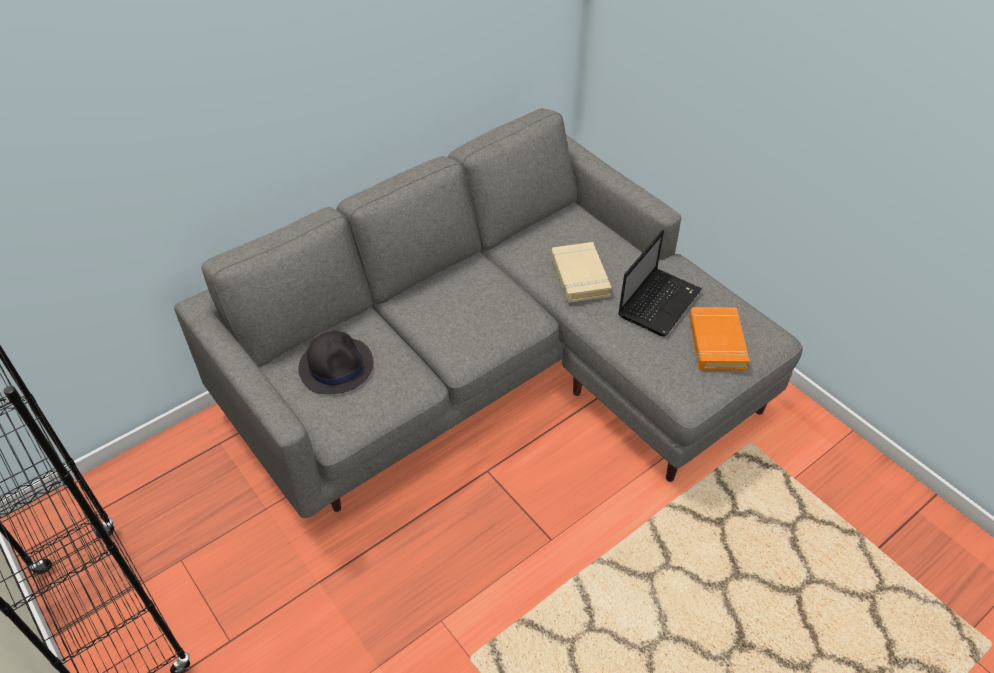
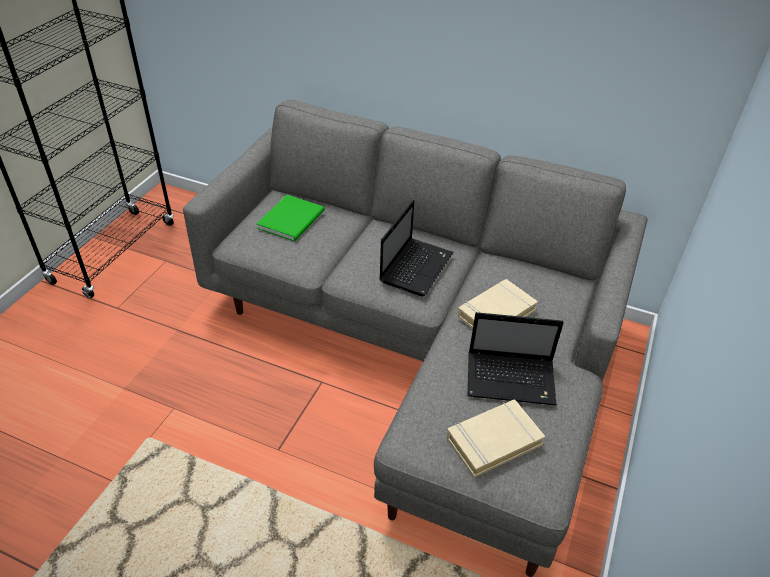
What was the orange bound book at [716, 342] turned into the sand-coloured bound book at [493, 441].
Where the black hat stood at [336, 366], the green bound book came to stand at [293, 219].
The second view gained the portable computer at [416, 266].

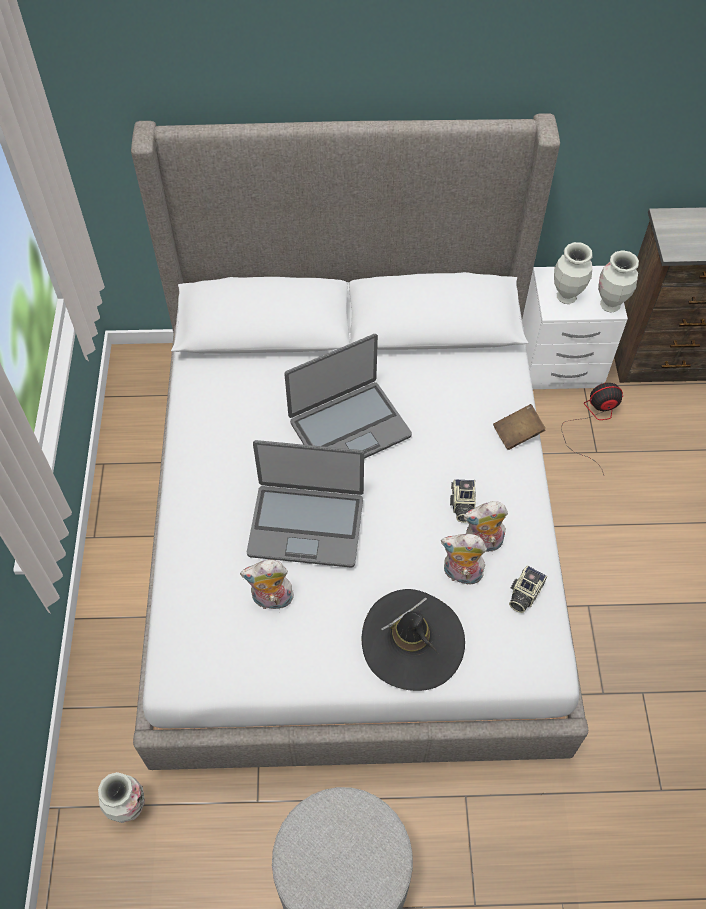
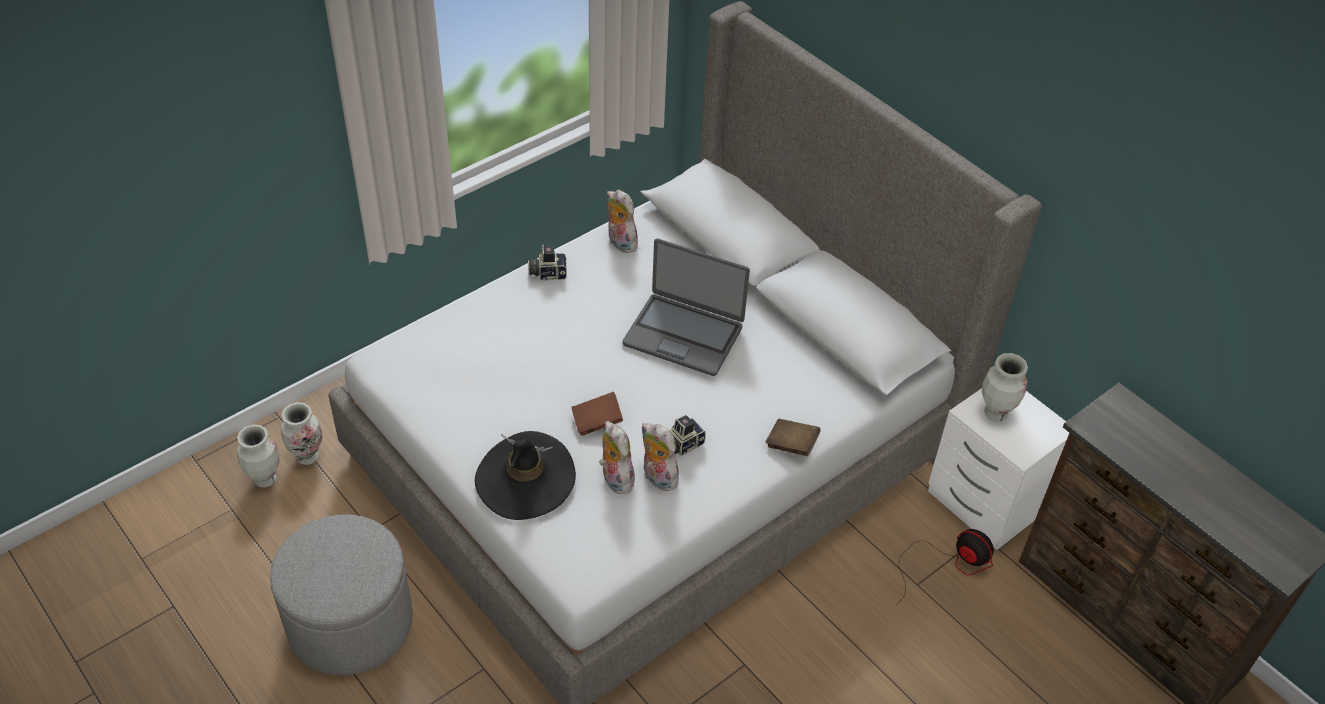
The decorative vase ended up elsewhere, having gone from [610, 305] to [265, 479].
The second view lost the portable computer at [306, 524].
The cuddly toy ended up elsewhere, having gone from [271, 600] to [619, 243].
The photo camera ended up elsewhere, having gone from [524, 594] to [547, 273].
The second view gained the brownish bound book at [597, 422].

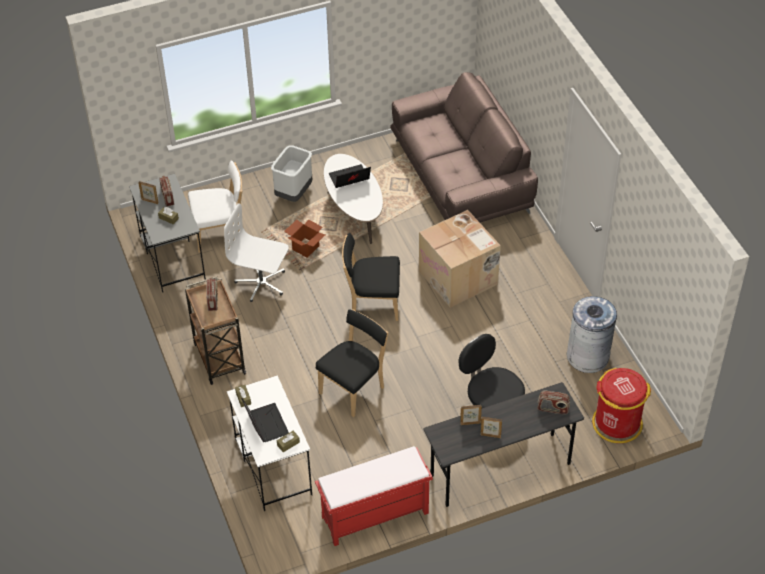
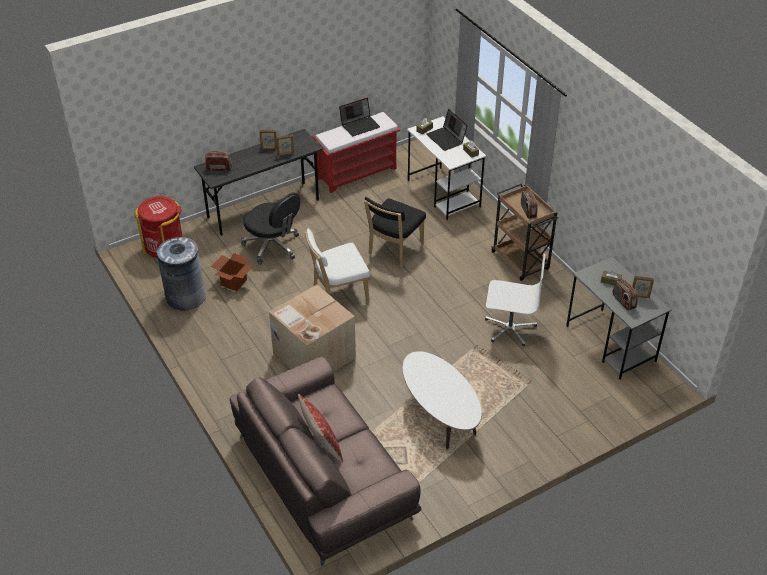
The second view lost the greyish rubbish bin at [293, 193].
The white chair ended up elsewhere, having gone from [220, 234] to [338, 294].
The portable computer ended up elsewhere, having gone from [349, 179] to [360, 125].
The packing box ended up elsewhere, having gone from [306, 248] to [233, 282].
The second view lost the black chair at [372, 304].
The second view gained the pillow at [322, 445].

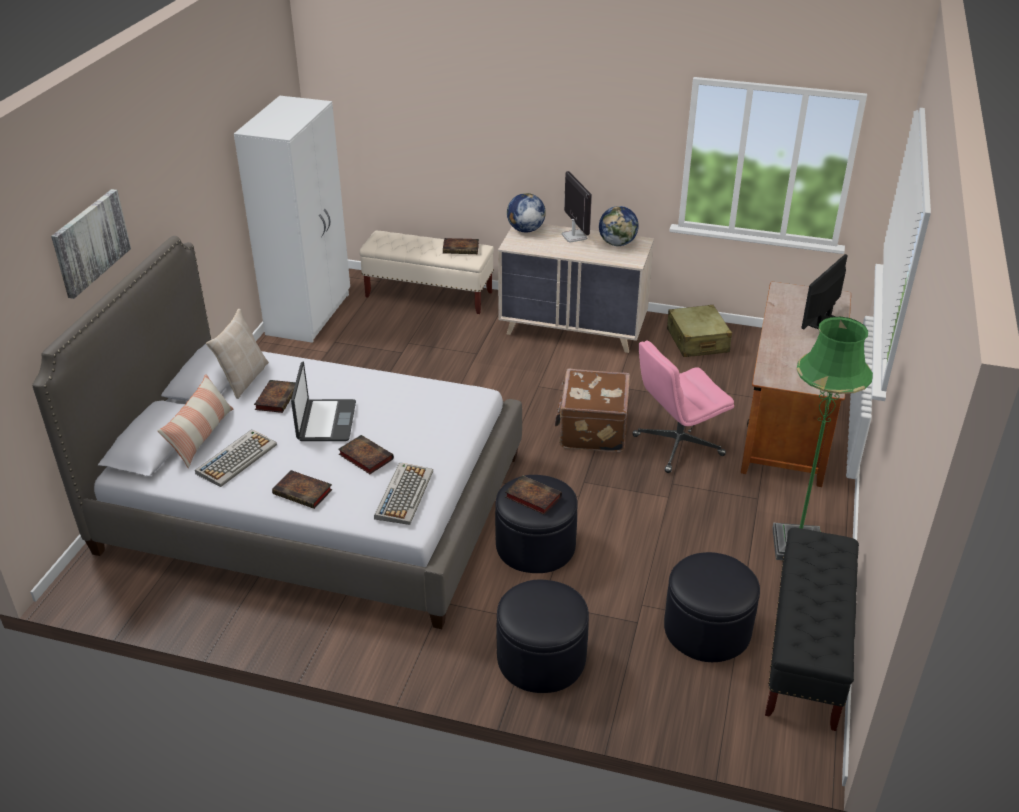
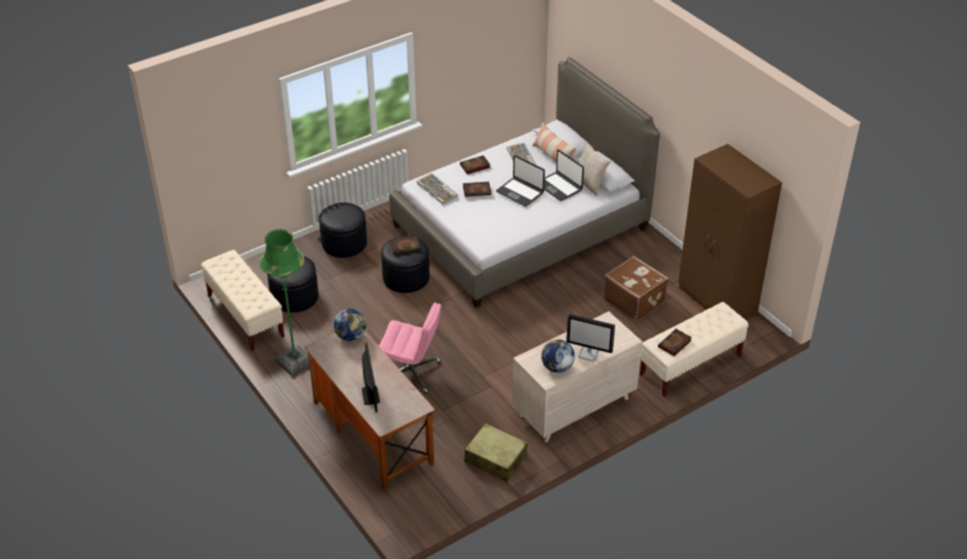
What was the white armoire at [310, 314] turned into the brownish armoire at [717, 301].
The second view lost the wall picture at [90, 242].
The globe ended up elsewhere, having gone from [525, 230] to [351, 336].
The pink computer chair at [677, 446] ended up facing another way, 90 degrees clockwise from before.
The brownish travel case ended up elsewhere, having gone from [591, 430] to [634, 300].
Where the bound book stood at [276, 398], the portable computer came to stand at [559, 187].
What was the black indoor bench at [805, 653] turned into the sand-coloured indoor bench at [245, 316].

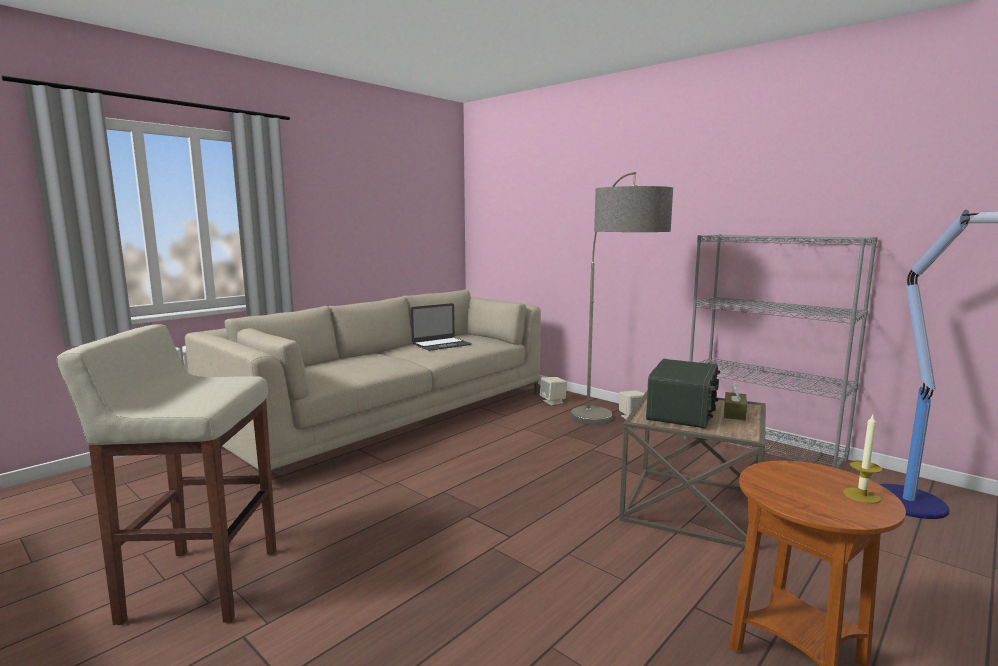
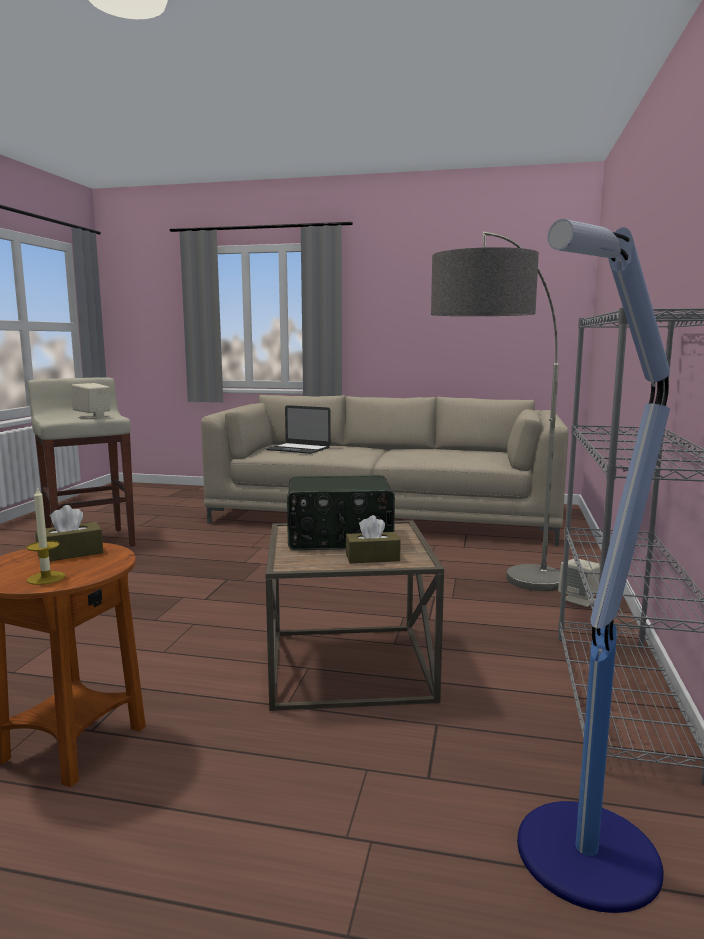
The portable computer ended up elsewhere, having gone from [441, 344] to [298, 449].
The sand-coloured audio speaker ended up elsewhere, having gone from [553, 402] to [92, 417].
The second view gained the brownish tissue holder at [70, 553].

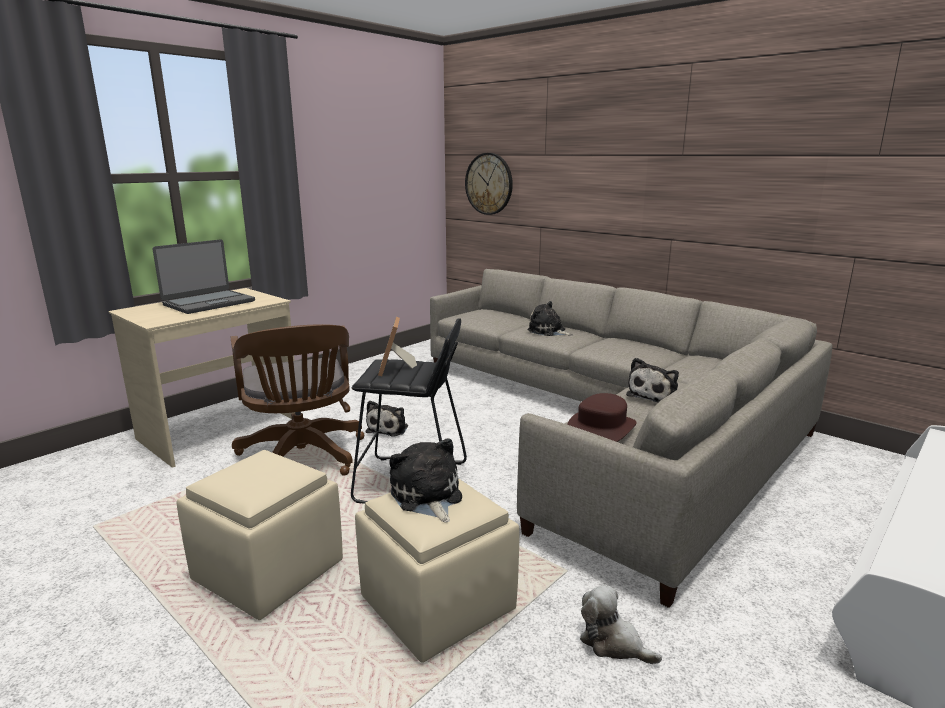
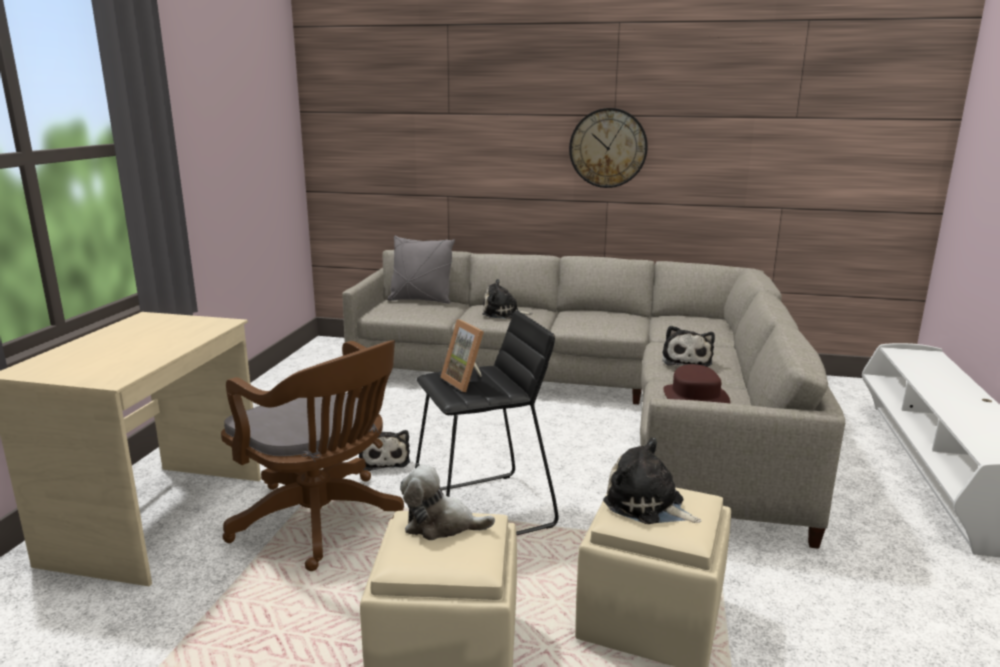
The hanging clock ended up elsewhere, having gone from [489, 184] to [608, 148].
The second view lost the portable computer at [208, 303].
The cuddly toy ended up elsewhere, having gone from [613, 643] to [441, 525].
The second view gained the greyish pillow at [421, 300].

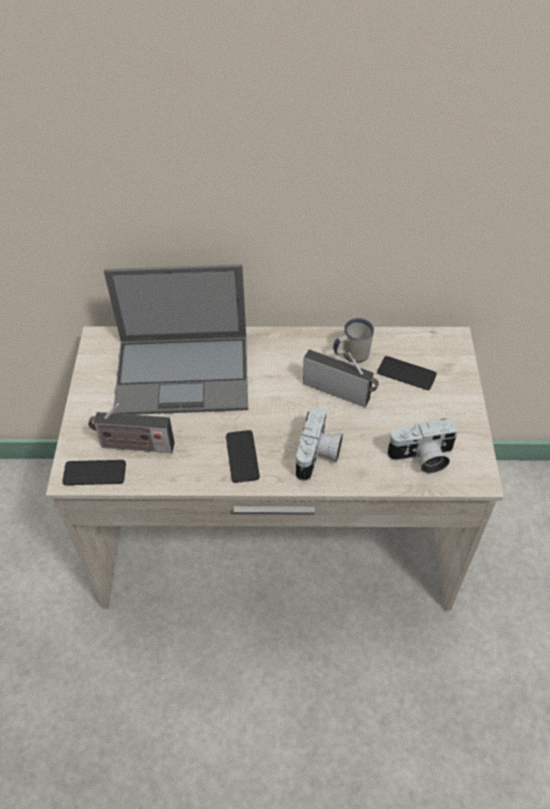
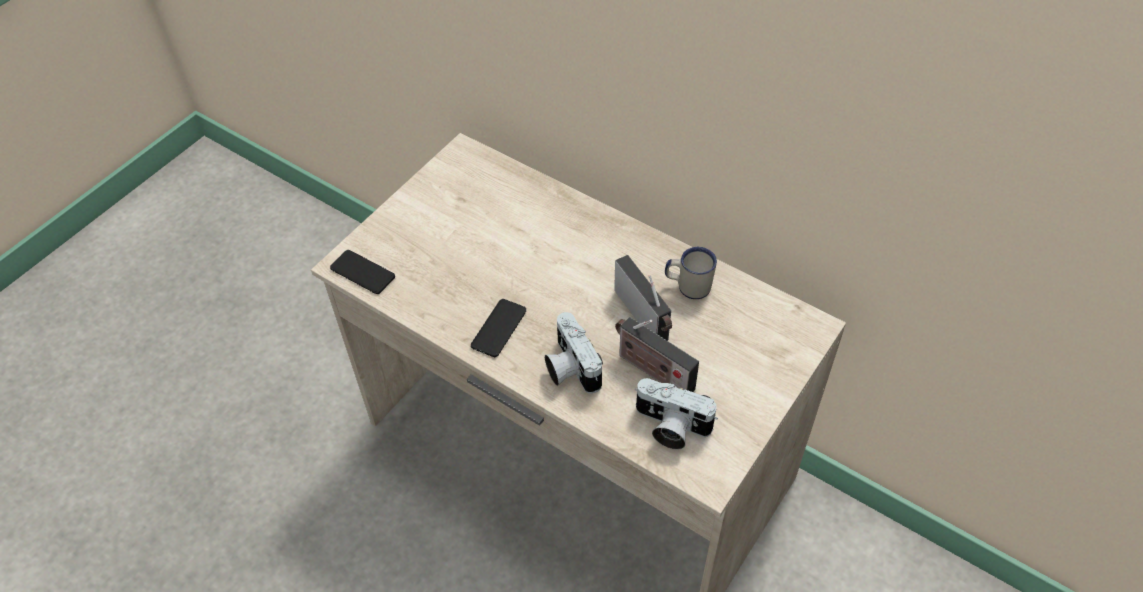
The second view lost the portable computer at [184, 374].
The second view lost the handset at [406, 373].
The radio set ended up elsewhere, having gone from [134, 446] to [652, 370].
The photo camera at [318, 456] ended up facing another way, 105 degrees clockwise from before.

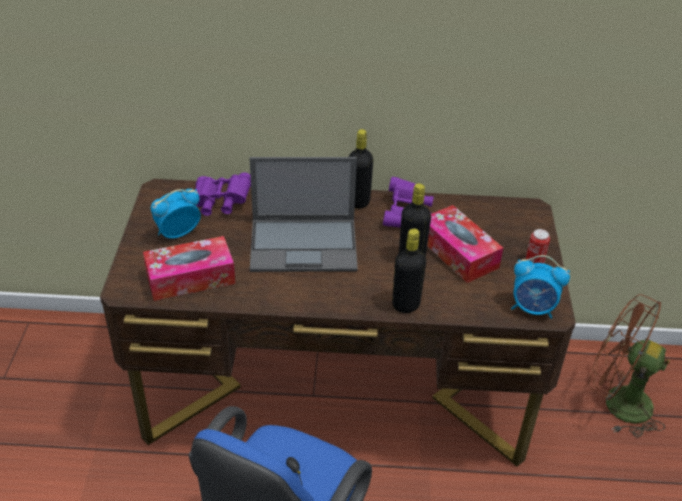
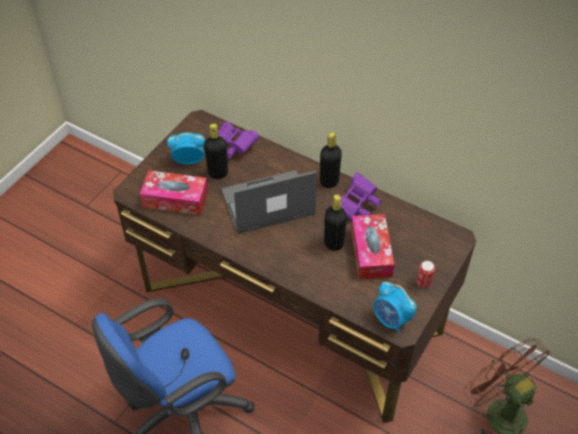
The portable computer at [305, 245] ended up facing another way, 135 degrees clockwise from before.
The black drink bottle ended up elsewhere, having gone from [406, 304] to [218, 173].

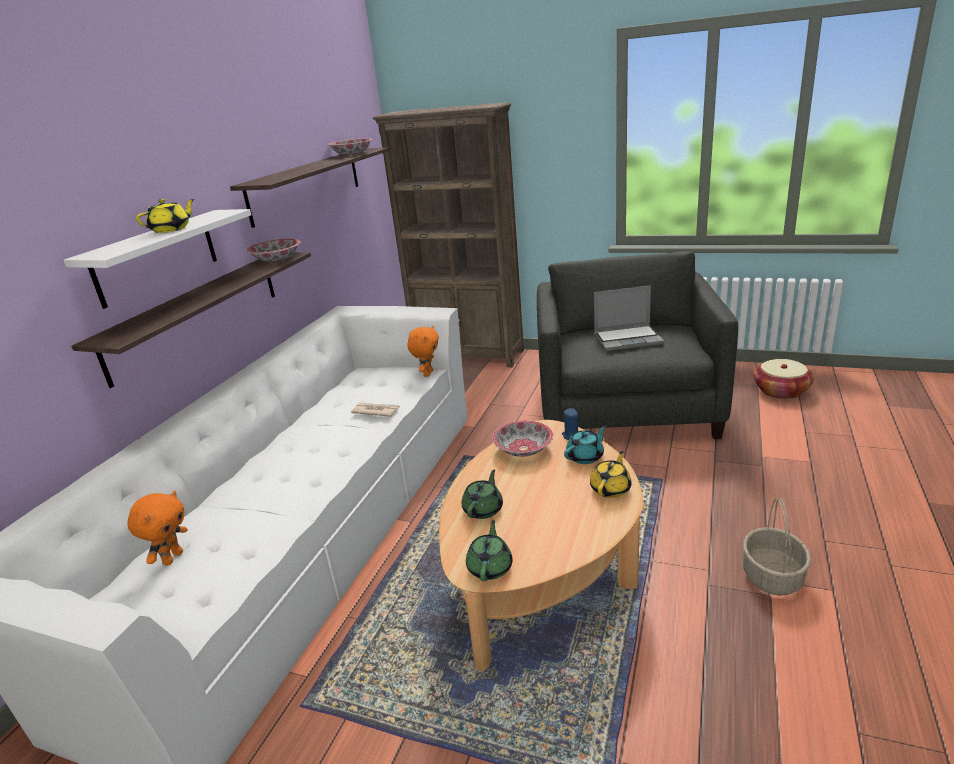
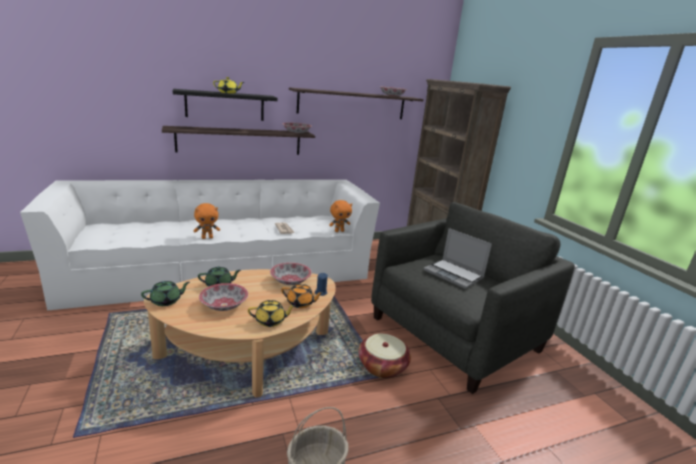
What was the white wall shelf at [156, 257] turned into the black wall shelf at [225, 105].
The household basket ended up elsewhere, having gone from [781, 391] to [382, 366].
What was the turquoise teapot at [585, 456] turned into the orange teapot at [301, 303].
The orange cuddly toy ended up elsewhere, having gone from [172, 558] to [207, 237].
The second view gained the serving bowl at [223, 305].

